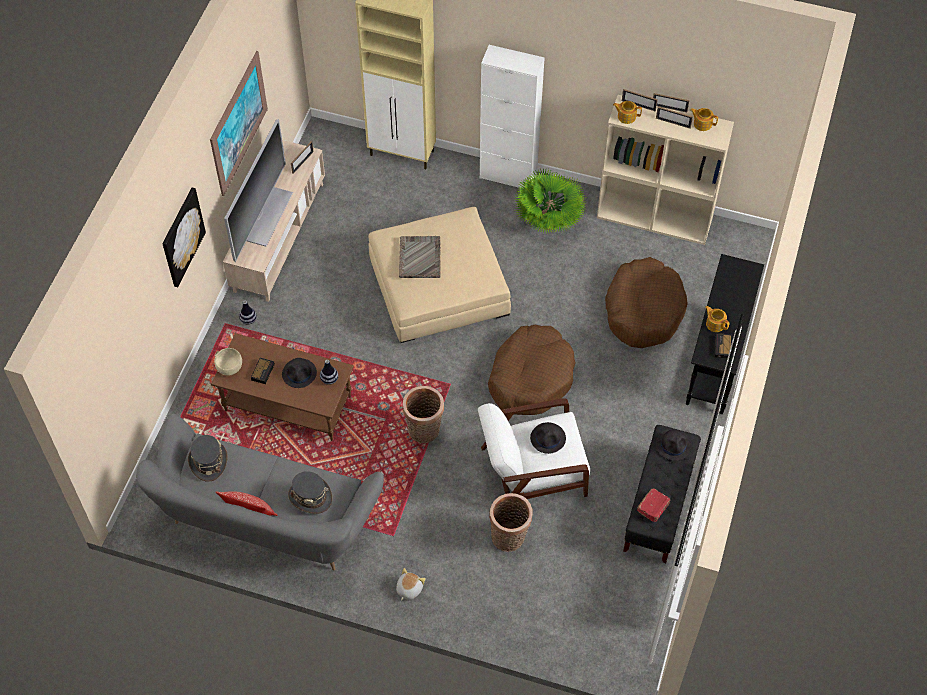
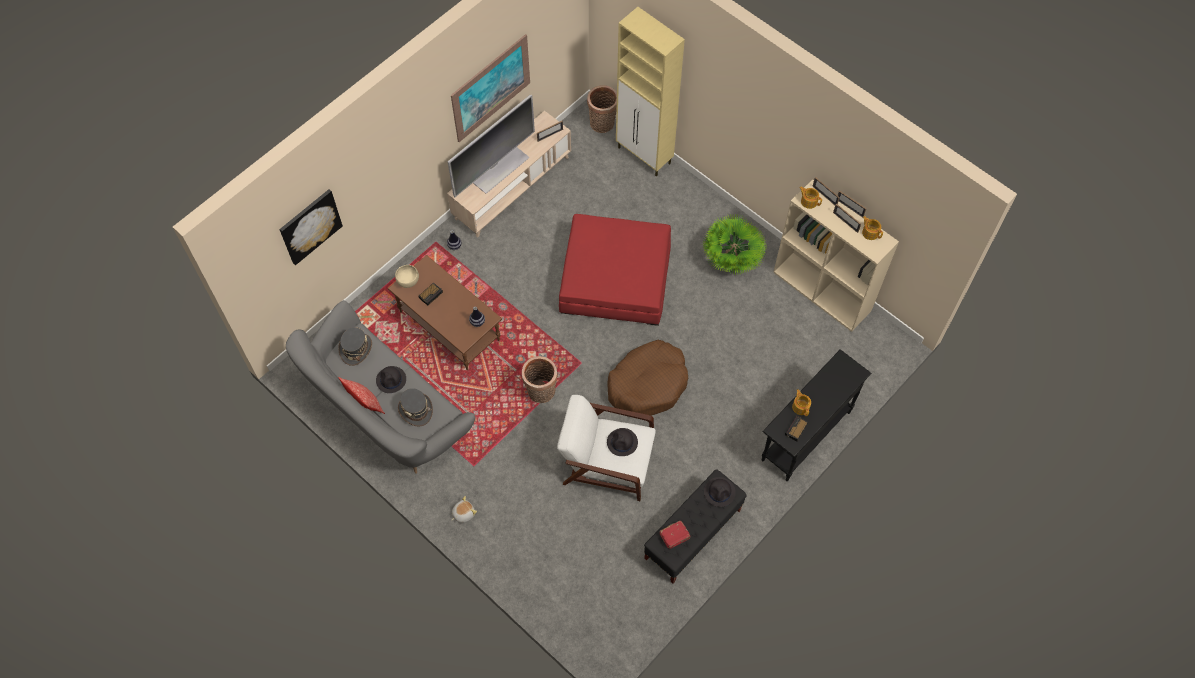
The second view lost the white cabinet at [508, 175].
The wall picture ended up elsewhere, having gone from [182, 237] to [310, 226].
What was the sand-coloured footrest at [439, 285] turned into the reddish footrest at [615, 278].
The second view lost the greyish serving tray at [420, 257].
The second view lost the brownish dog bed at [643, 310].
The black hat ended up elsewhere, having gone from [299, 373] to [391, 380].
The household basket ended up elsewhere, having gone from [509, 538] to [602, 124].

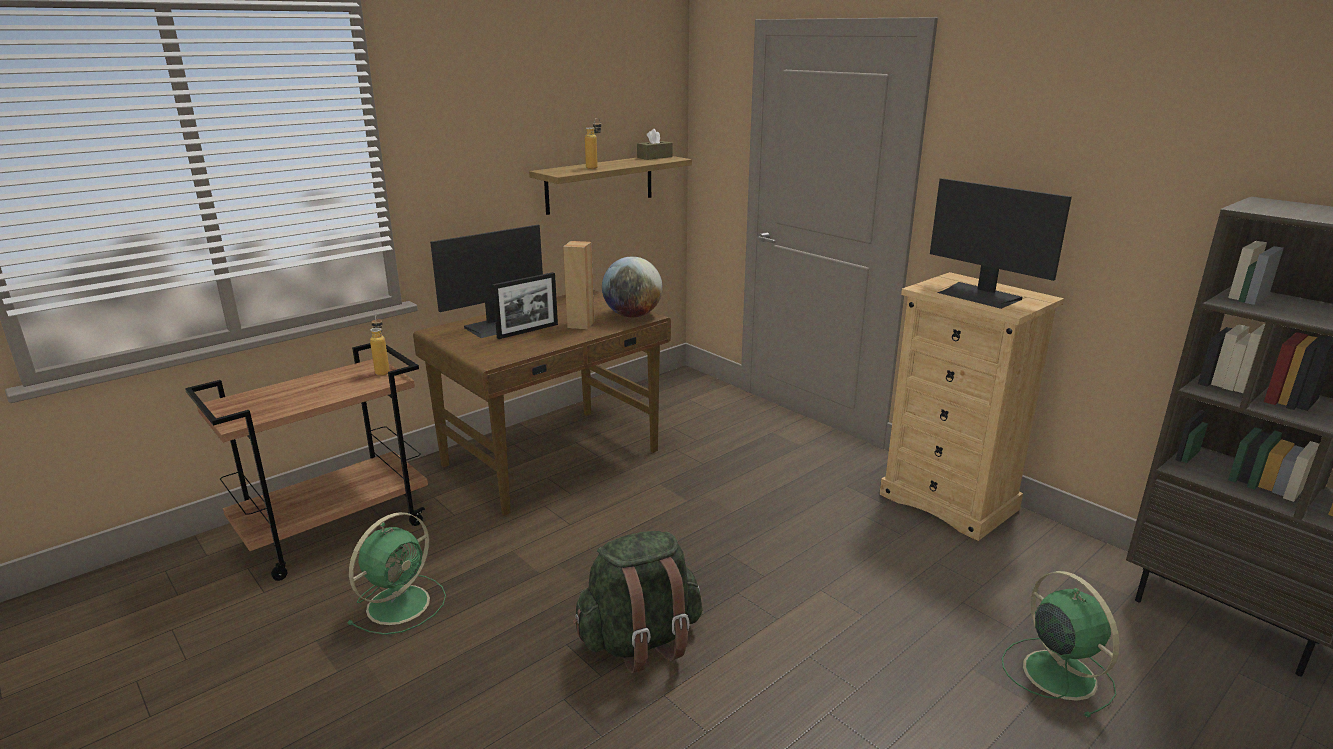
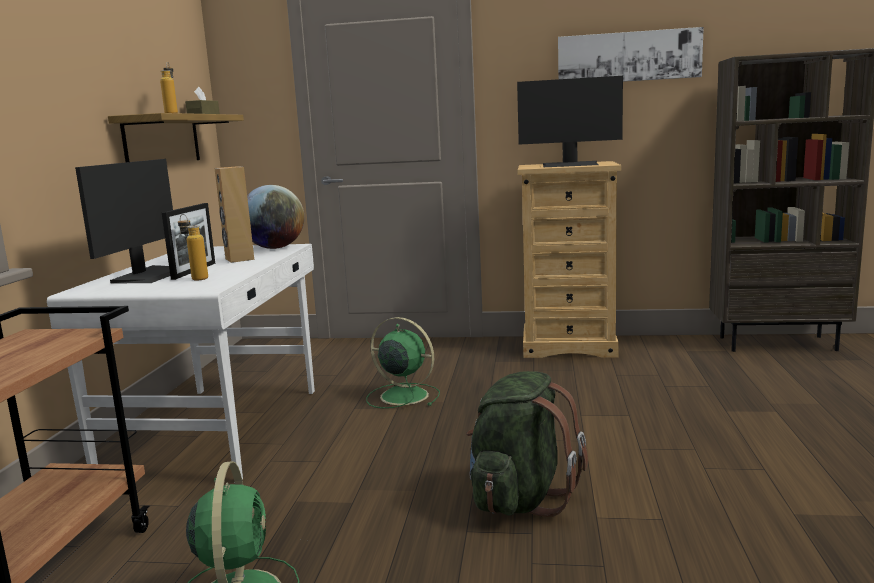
What was the brownish desk unit at [553, 458] turned into the white desk unit at [219, 429].
The drink bottle ended up elsewhere, having gone from [383, 371] to [196, 278].
The green cooling fan ended up elsewhere, having gone from [1056, 672] to [402, 396].
The second view gained the wall picture at [628, 57].

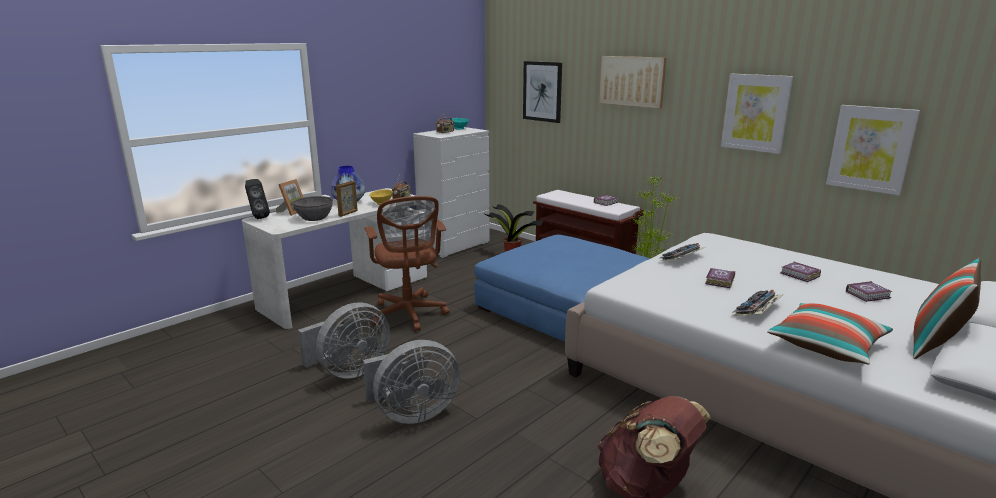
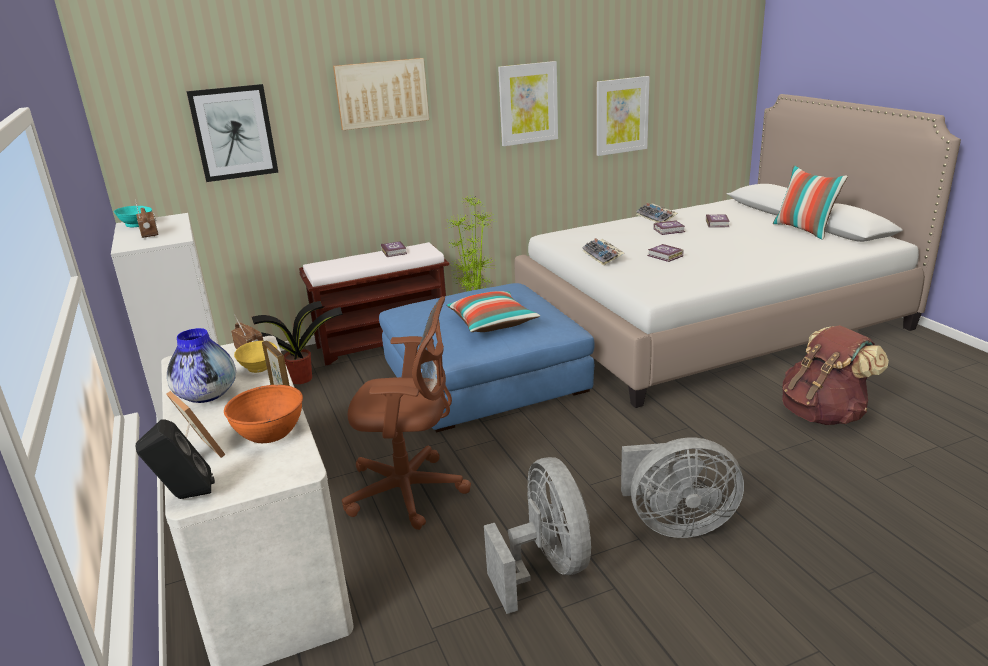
What was the greyish serving bowl at [314, 218] turned into the orange serving bowl at [269, 432].
The keyboard ended up elsewhere, having gone from [757, 310] to [657, 218].
The pillow ended up elsewhere, having gone from [827, 346] to [492, 323].
The greyish cooling fan at [412, 414] ended up facing another way, 90 degrees clockwise from before.

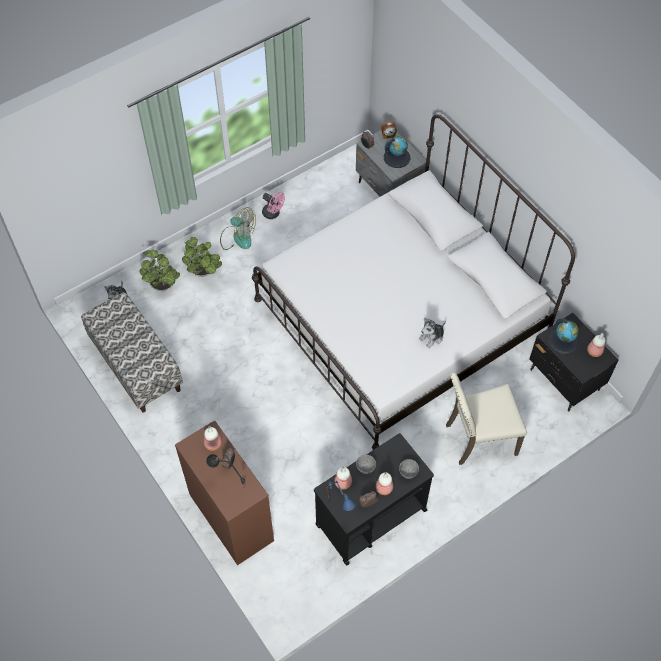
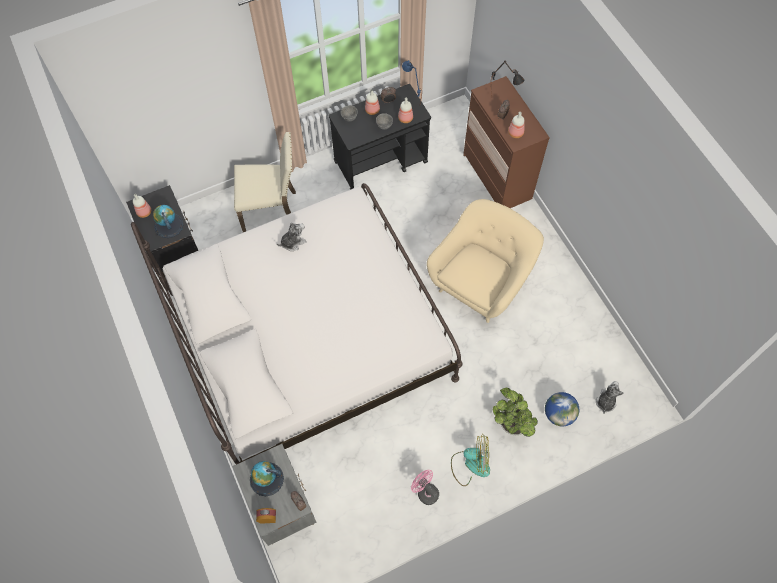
The cooling fan at [237, 237] ended up facing another way, 150 degrees clockwise from before.
Where the plant in a pot stood at [162, 284], the globe came to stand at [558, 414].
The second view lost the indoor bench at [136, 365].
The second view gained the sand-coloured lounge chair at [481, 283].

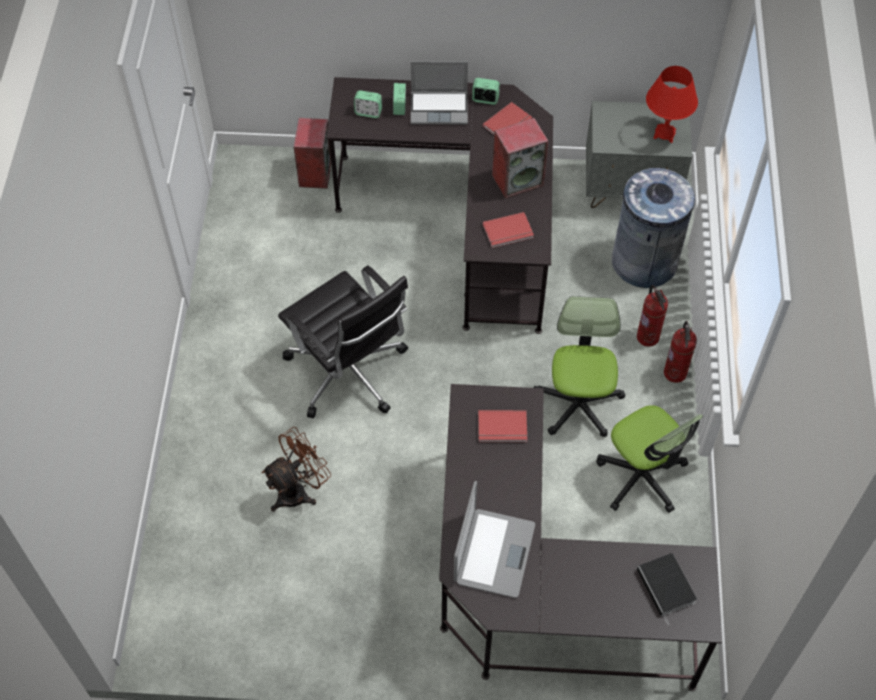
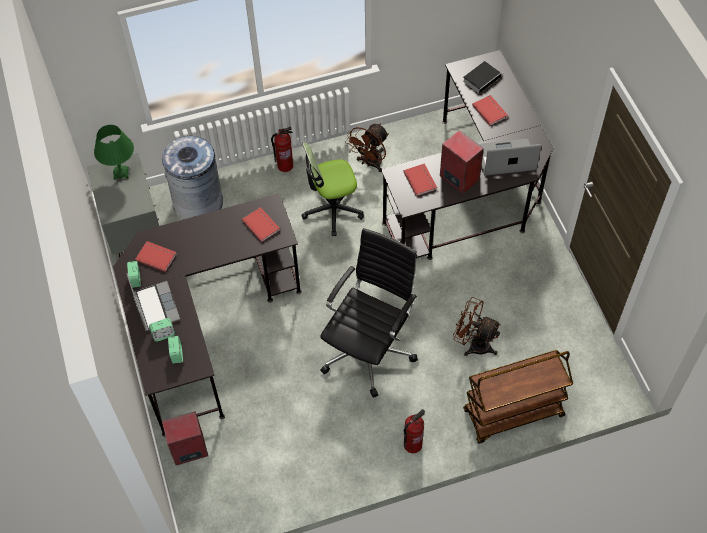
What was the reddish table lamp at [664, 133] turned into the green table lamp at [121, 173].
The audio speaker ended up elsewhere, having gone from [518, 180] to [458, 178].
The fire-fighting cylinder ended up elsewhere, having gone from [648, 337] to [412, 444].
Where the computer chair stood at [641, 476], the brownish cooling fan came to stand at [370, 163].
The second view gained the reddish bound book at [490, 111].
The second view gained the brownish trolley at [513, 414].

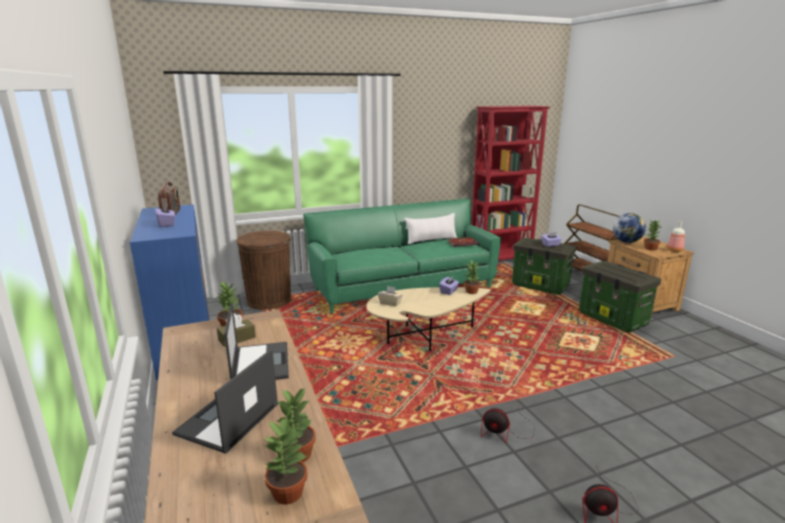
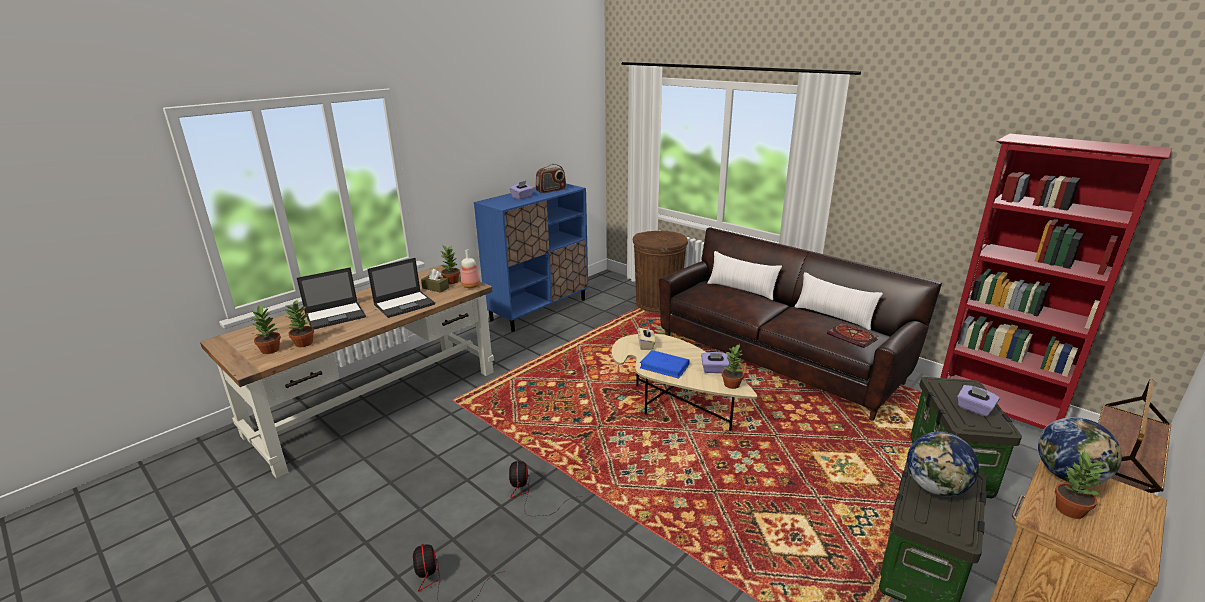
What was the green sofa at [403, 288] turned into the brownish sofa at [777, 359].
The drink bottle ended up elsewhere, having gone from [674, 250] to [471, 285].
The portable computer at [227, 420] ended up facing another way, 150 degrees clockwise from before.
The second view gained the white pillow at [741, 290].
The second view gained the bluish bound book at [664, 366].
The second view gained the globe at [935, 488].

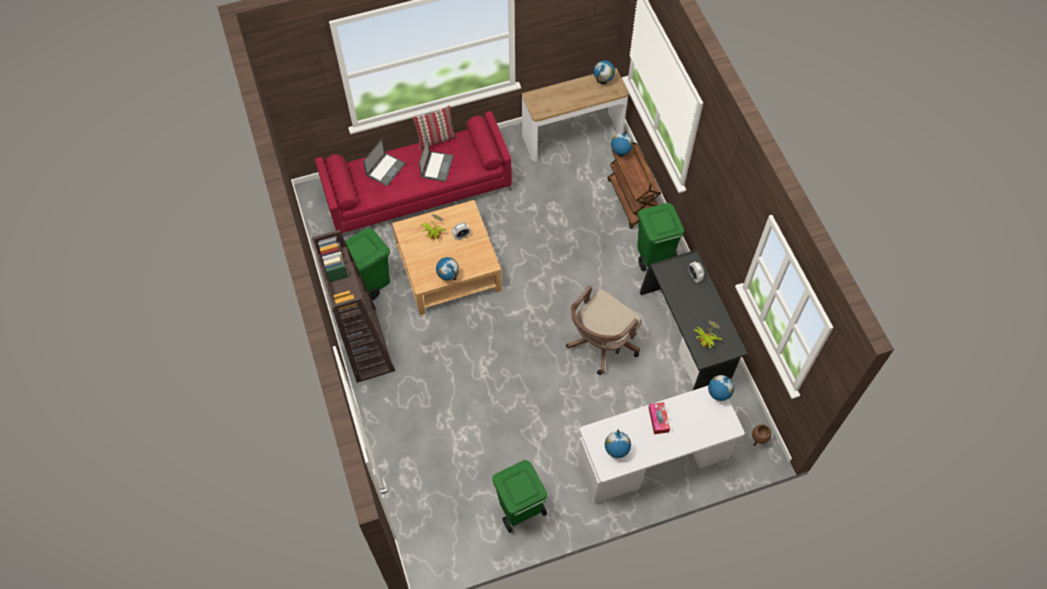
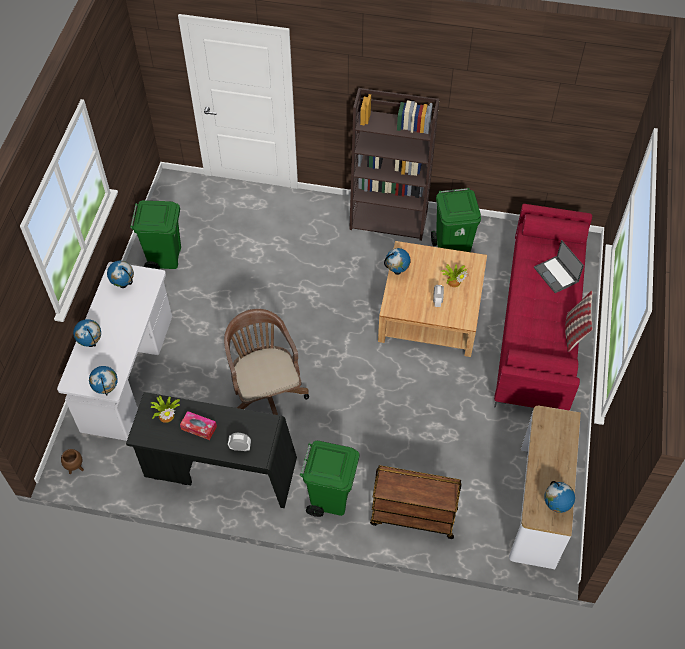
The globe ended up elsewhere, having gone from [620, 153] to [91, 343].
The second view lost the portable computer at [437, 166].
The tissue holder ended up elsewhere, having gone from [658, 420] to [199, 428].

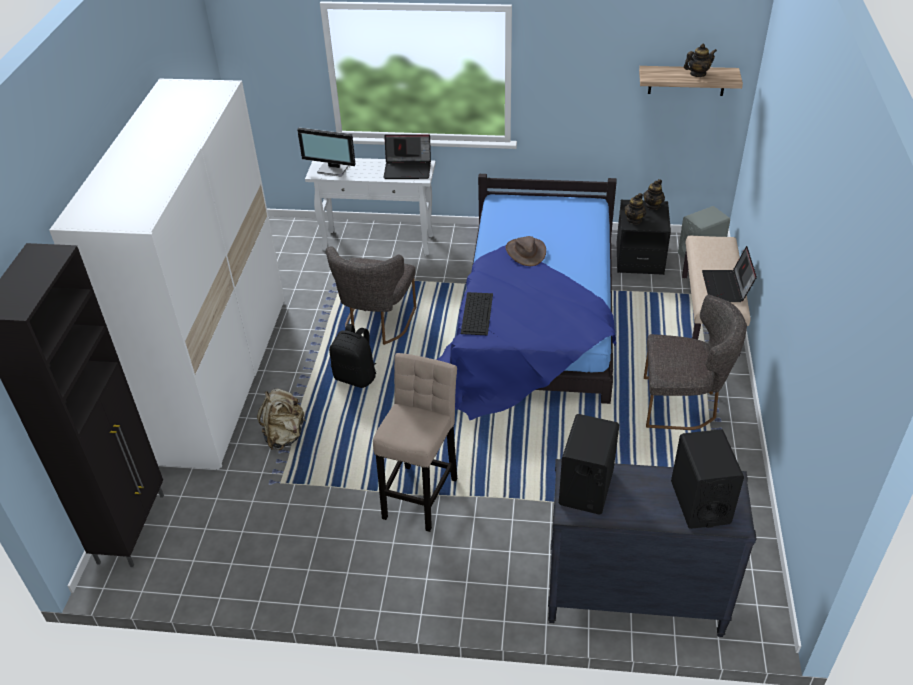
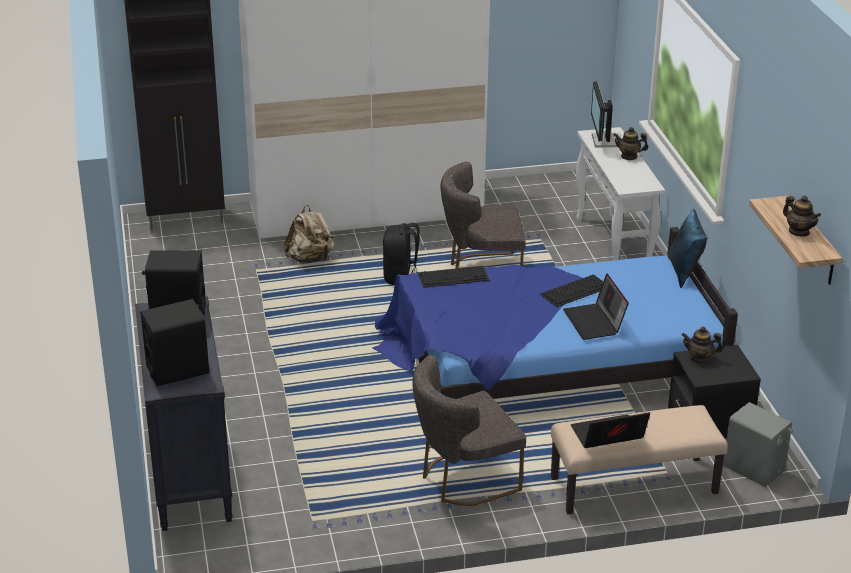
The portable computer ended up elsewhere, having gone from [408, 169] to [595, 322].
The teapot ended up elsewhere, having gone from [653, 206] to [629, 156].
Where the brownish hat stood at [525, 252], the keyboard came to stand at [575, 290].
The greyish chair at [683, 404] ended up facing another way, 75 degrees clockwise from before.
The second view lost the sand-coloured sitting stool at [421, 494].
The second view gained the bluish pillow at [684, 272].

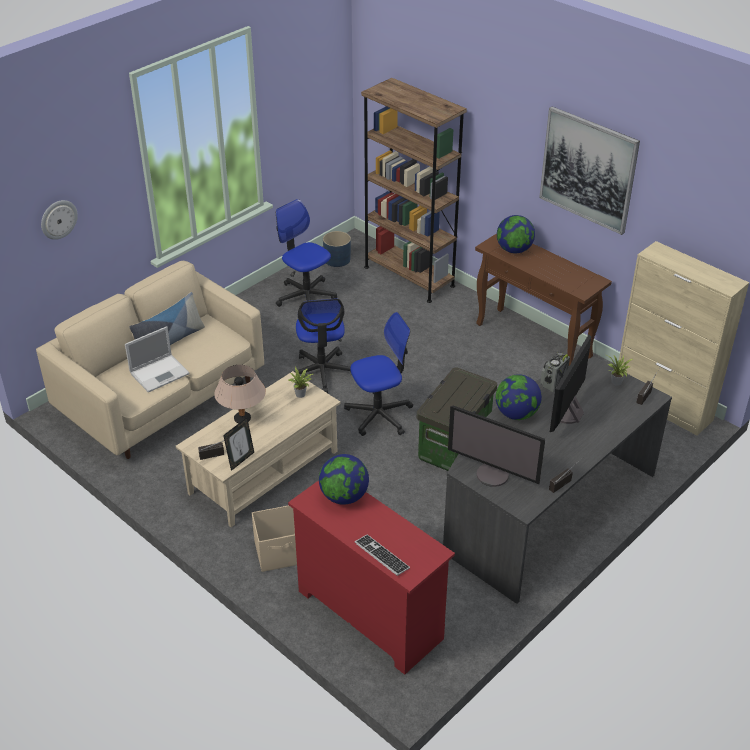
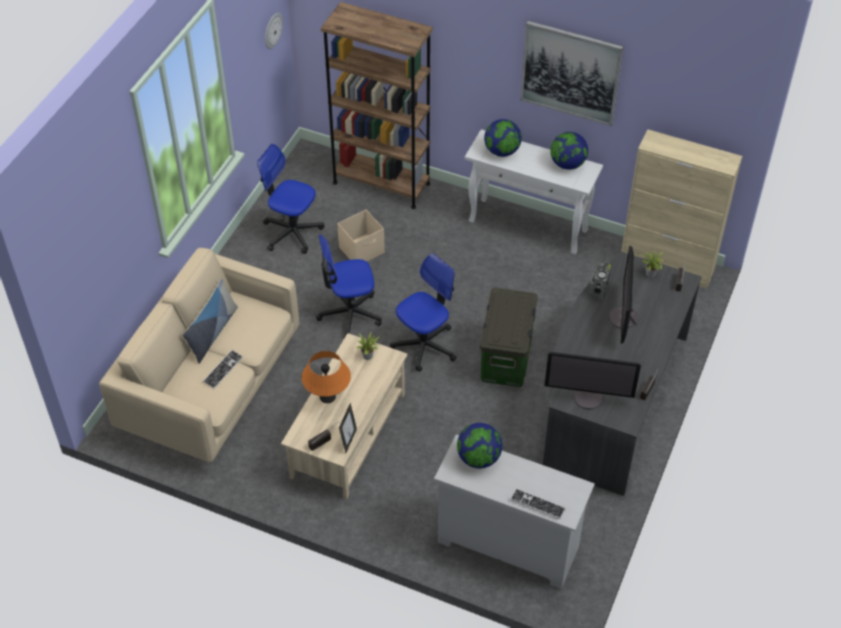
The hanging clock ended up elsewhere, having gone from [58, 219] to [272, 30].
The second view lost the bluish plant pot at [337, 259].
What was the brownish hall table at [534, 341] turned into the white hall table at [529, 226].
The computer chair at [322, 372] ended up facing another way, 105 degrees clockwise from before.
Where the portable computer stood at [160, 373], the keyboard came to stand at [223, 370].
What was the sand-coloured table lamp at [242, 418] turned into the orange table lamp at [327, 397].
The globe ended up elsewhere, having gone from [516, 414] to [567, 164].
What was the reddish dresser at [369, 614] turned into the white dresser at [507, 544].
The sand-coloured storage box ended up elsewhere, having gone from [279, 553] to [362, 250].

